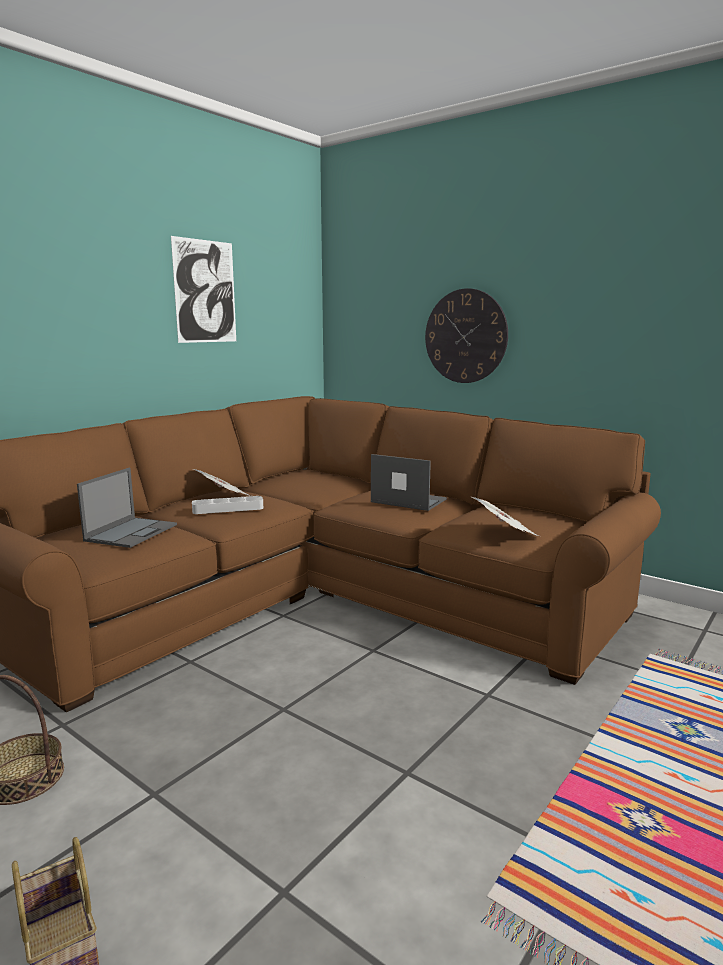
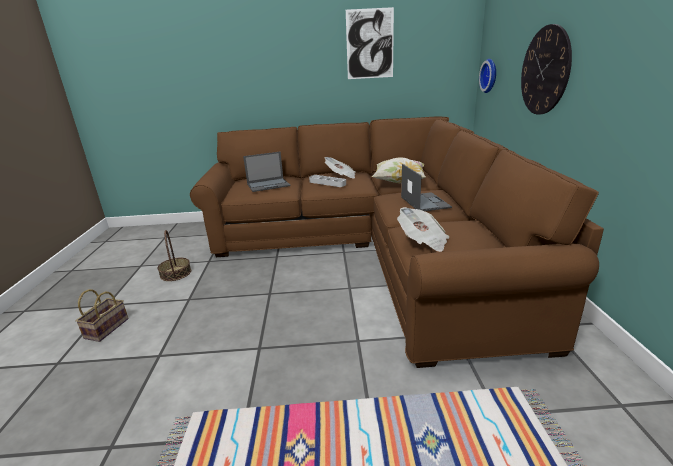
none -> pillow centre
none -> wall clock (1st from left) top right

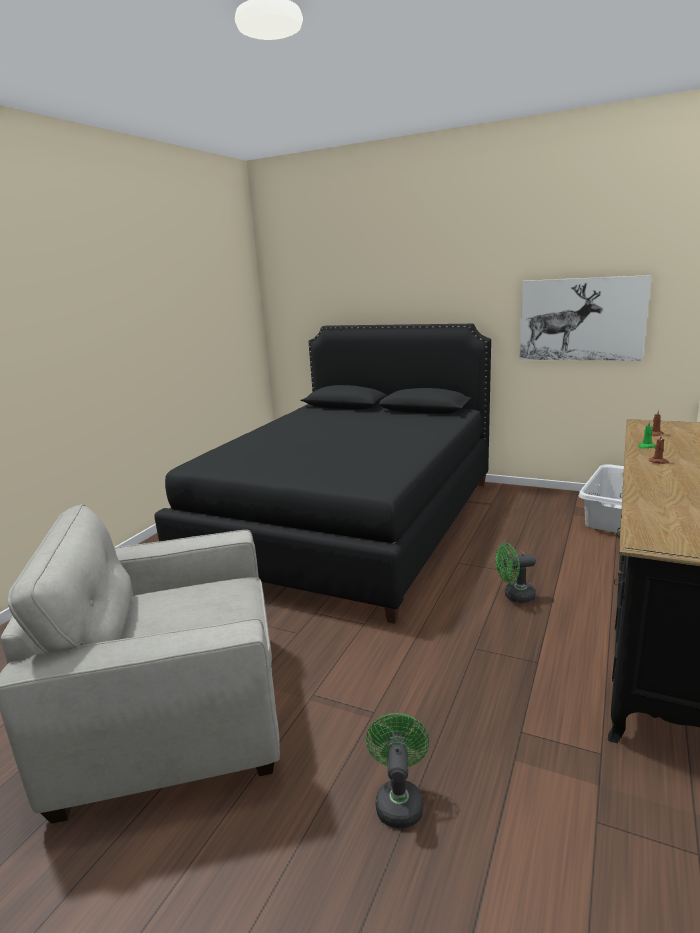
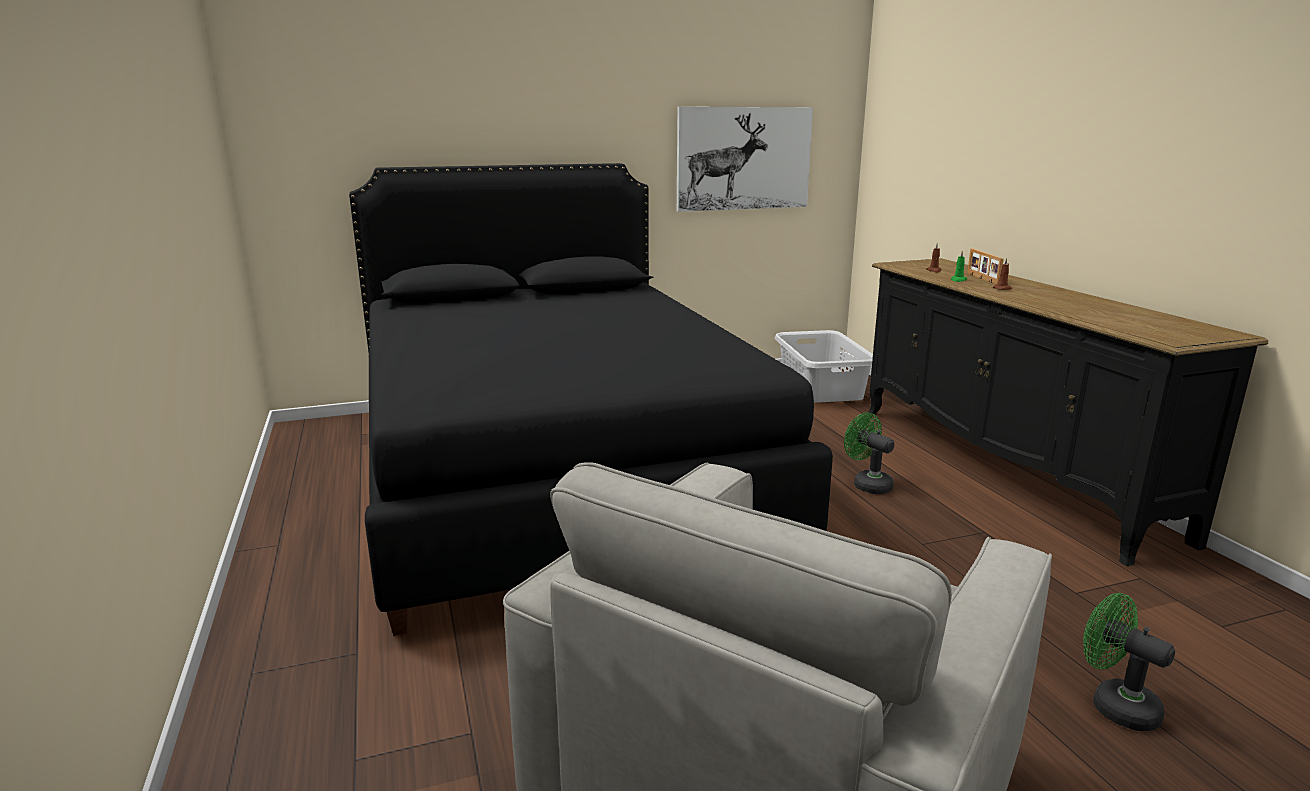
green fan (2nd from left in the first image) middle right -> green fan (1st from left) centre, 105 degrees clockwise
none -> picture frame middle right

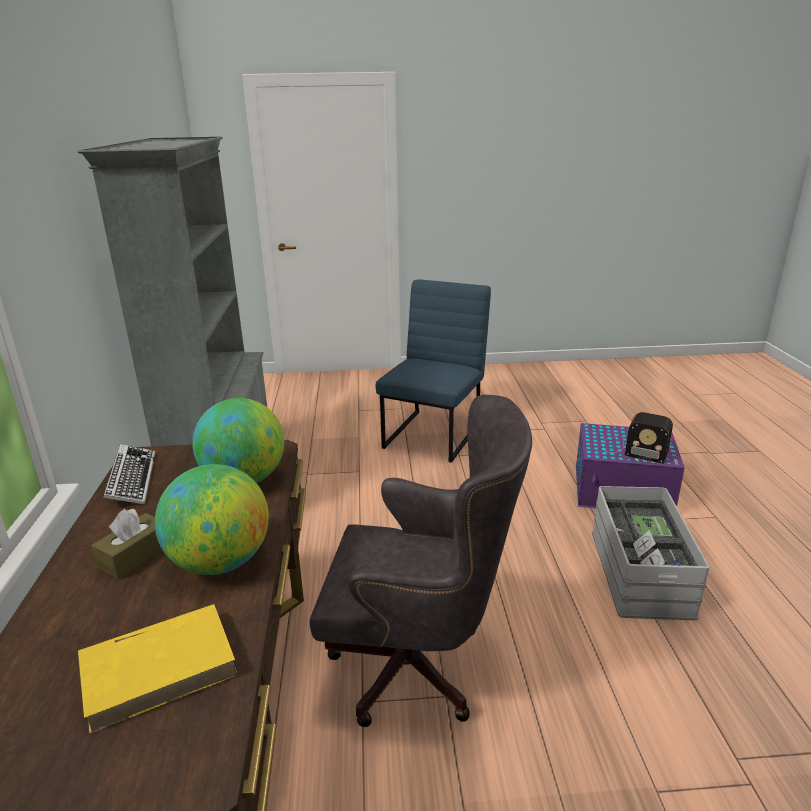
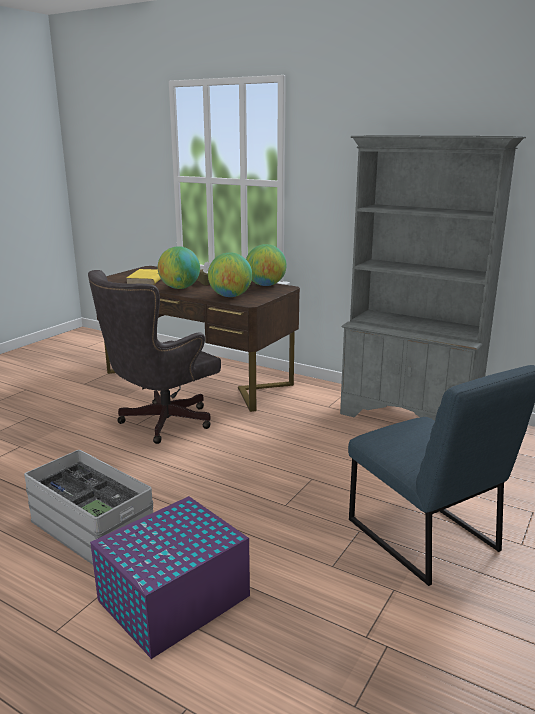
keyboard middle left -> globe (3rd from left) centre
radio middle right -> none

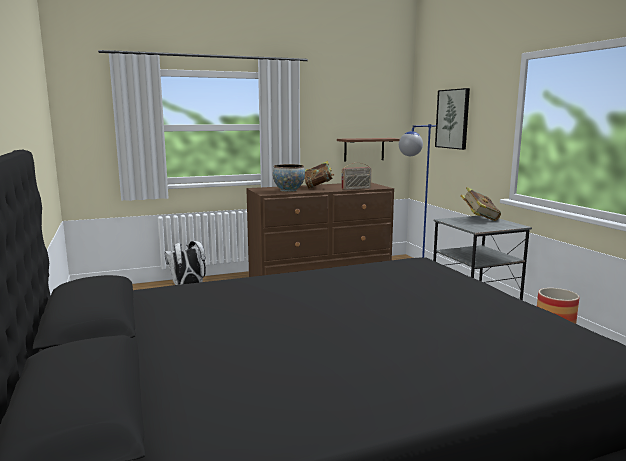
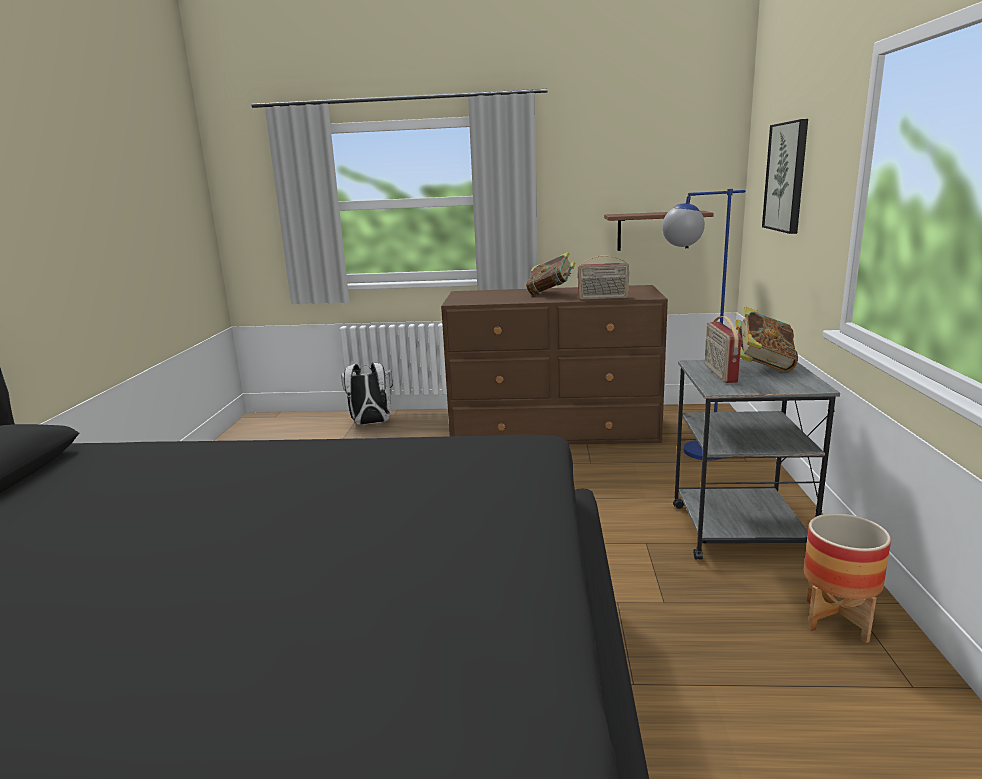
bowl centre -> none
none -> radio (2nd from left) middle right

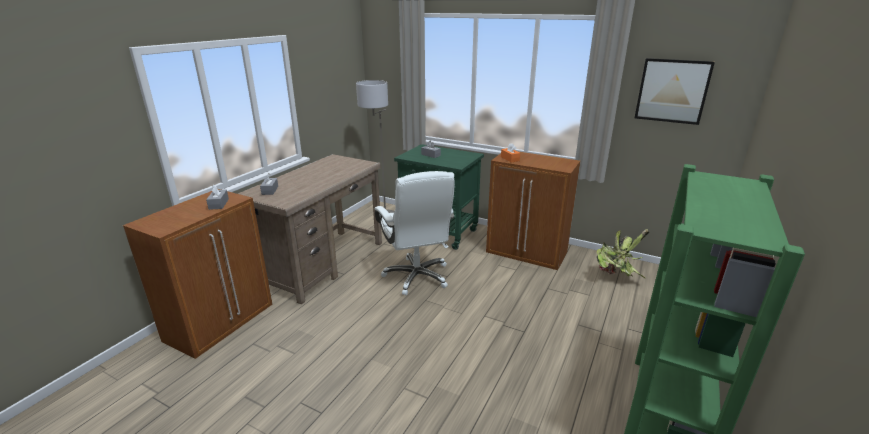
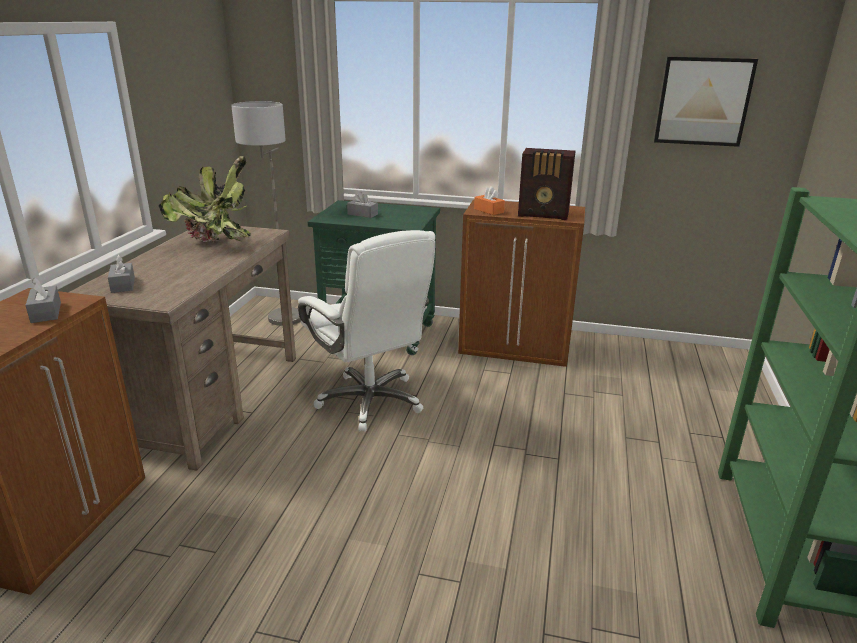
potted plant middle right -> potted plant top left, move
none -> radio top centre

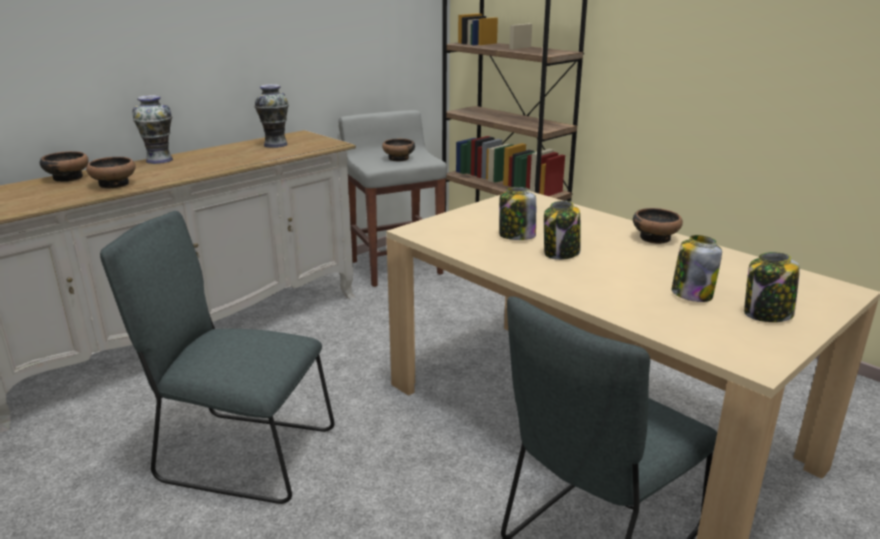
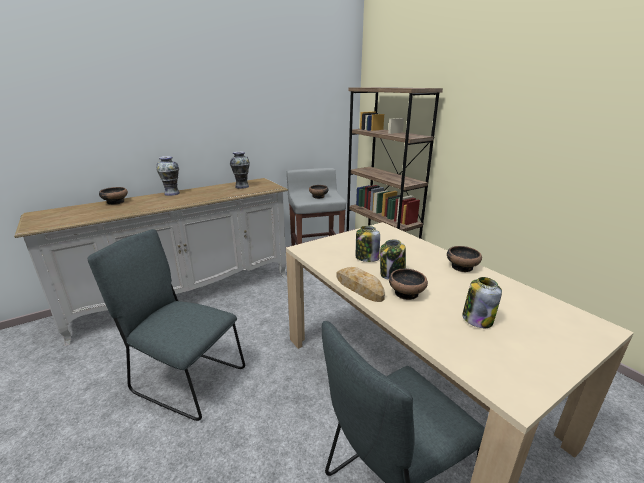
bowl (2nd from left in the first image) top left -> bowl (3rd from left) centre, move
jar (4th from left) middle right -> none
none -> bread centre

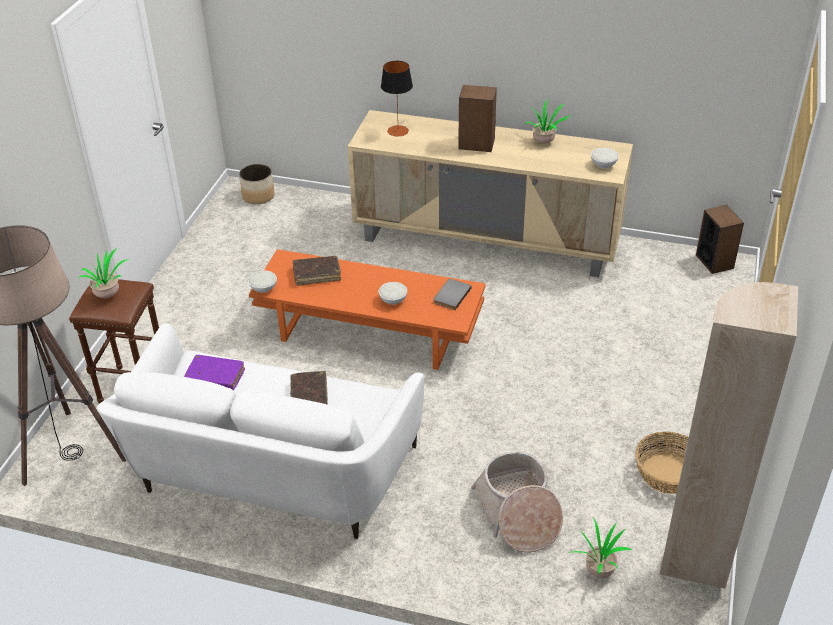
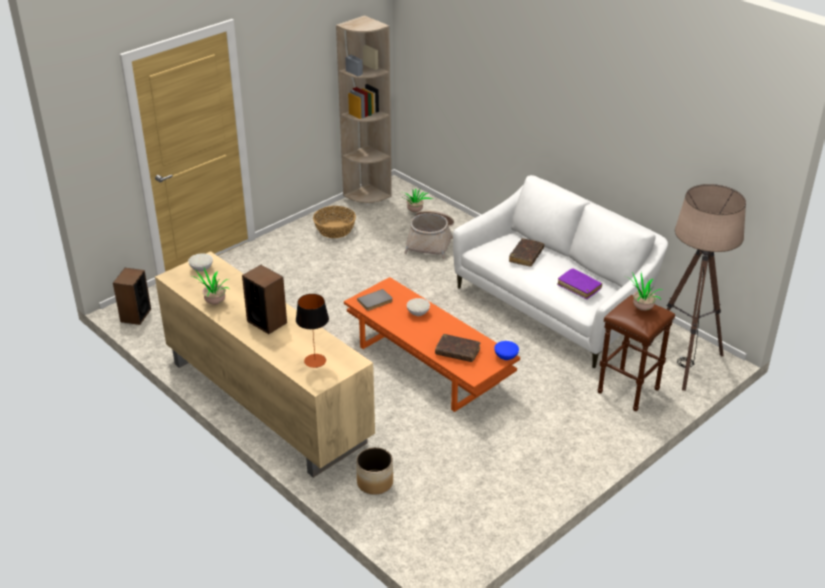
planter top left -> planter bottom centre, move
white bowl (1st from left) middle left -> blue bowl centre

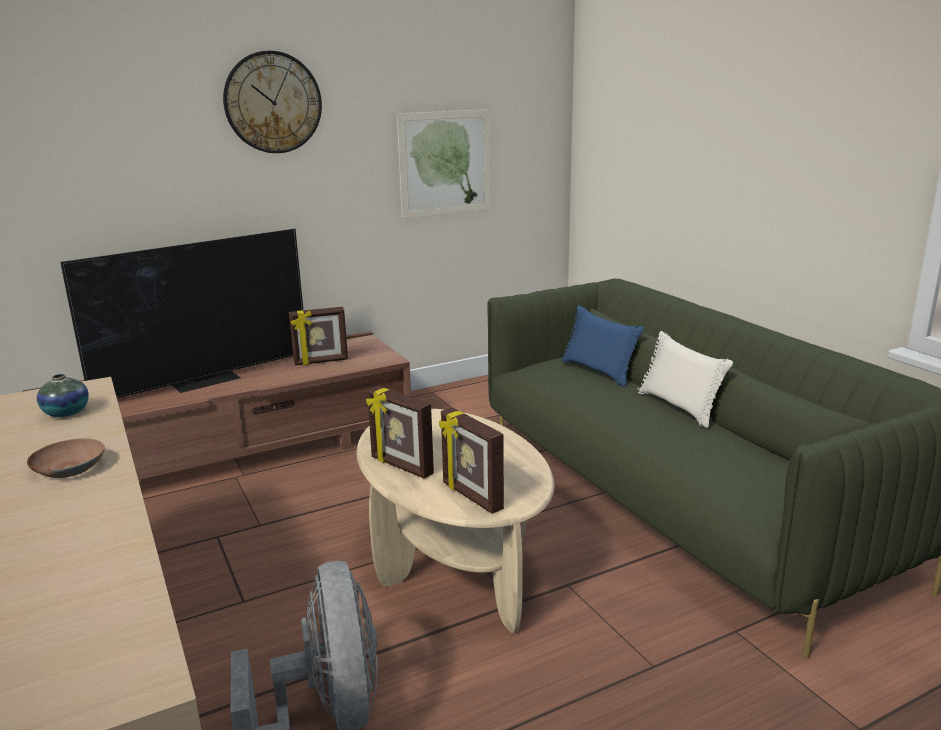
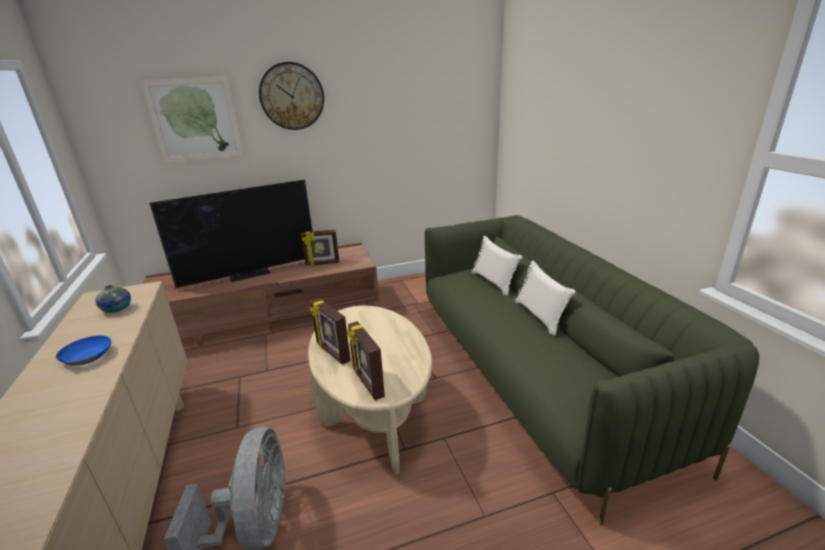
brown bowl middle left -> blue bowl middle left
picture top centre -> picture top left, move
blue pillow centre -> white pillow (1st from left) centre

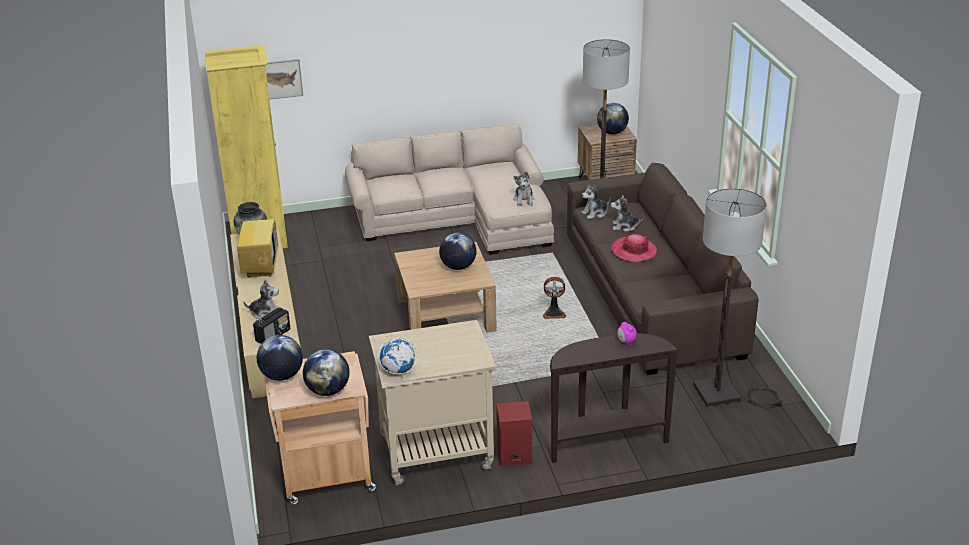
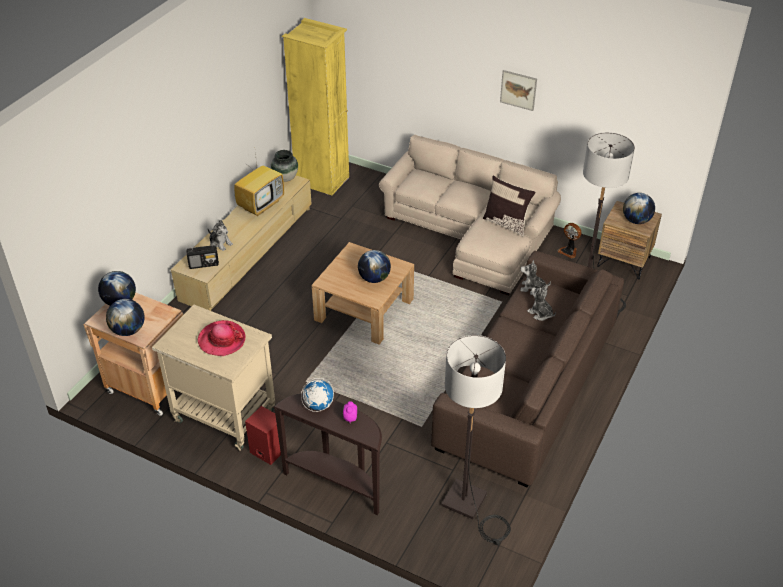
picture top left -> picture top centre, move
globe (3rd from left) centre -> globe (3rd from left) bottom centre, move
plush toy (2nd from left) centre -> none
fan centre -> fan middle right, move
hat centre -> hat middle left, move
none -> pillow centre

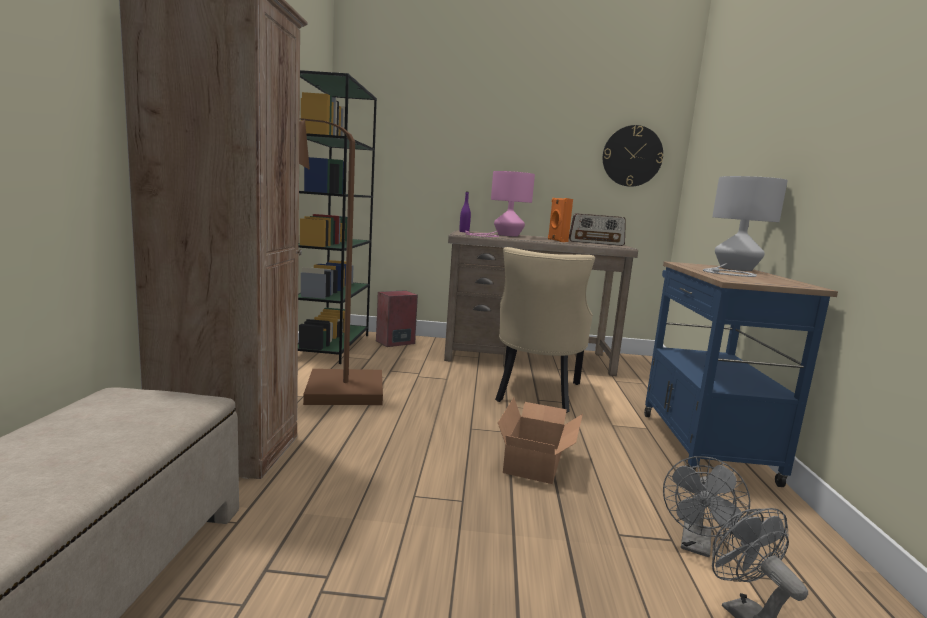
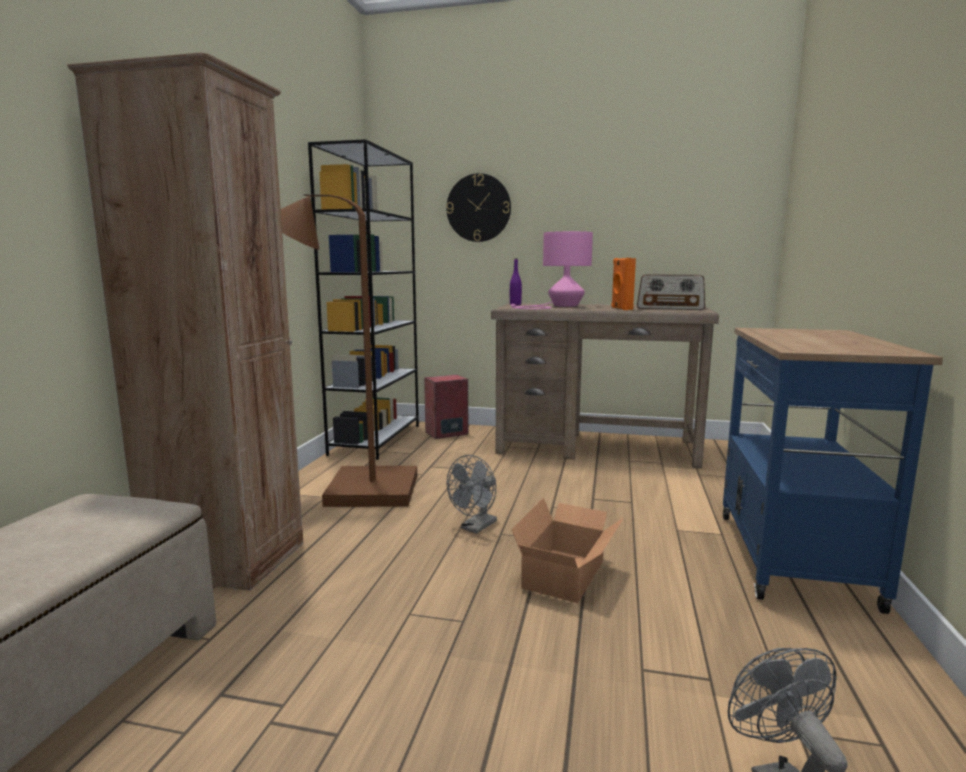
green bookcase centre -> white bookcase centre
beige chair centre -> none
wall clock top right -> wall clock top centre, move
grey fan (1st from left) bottom right -> grey fan (1st from left) centre, move
grey table lamp middle right -> none

